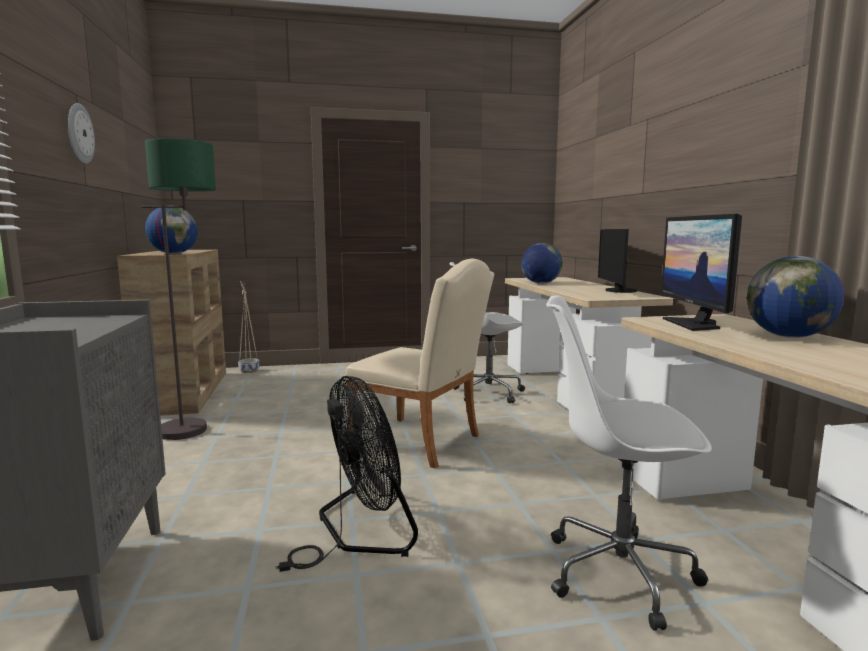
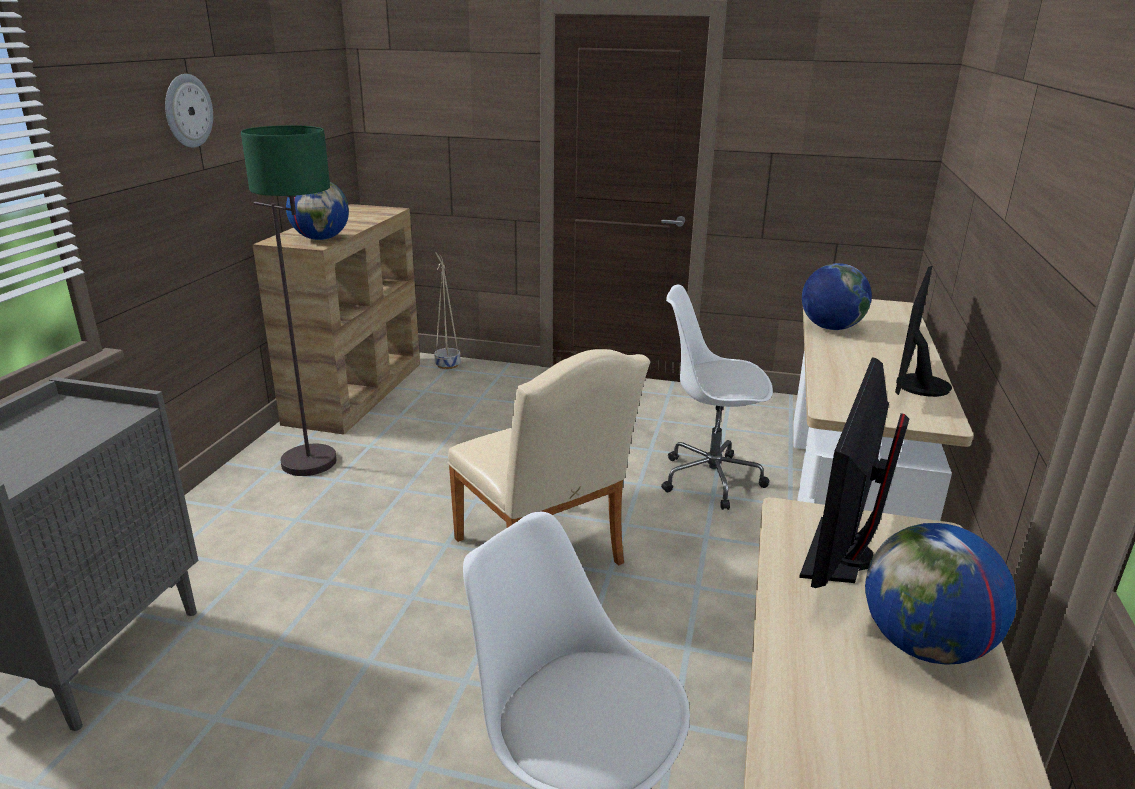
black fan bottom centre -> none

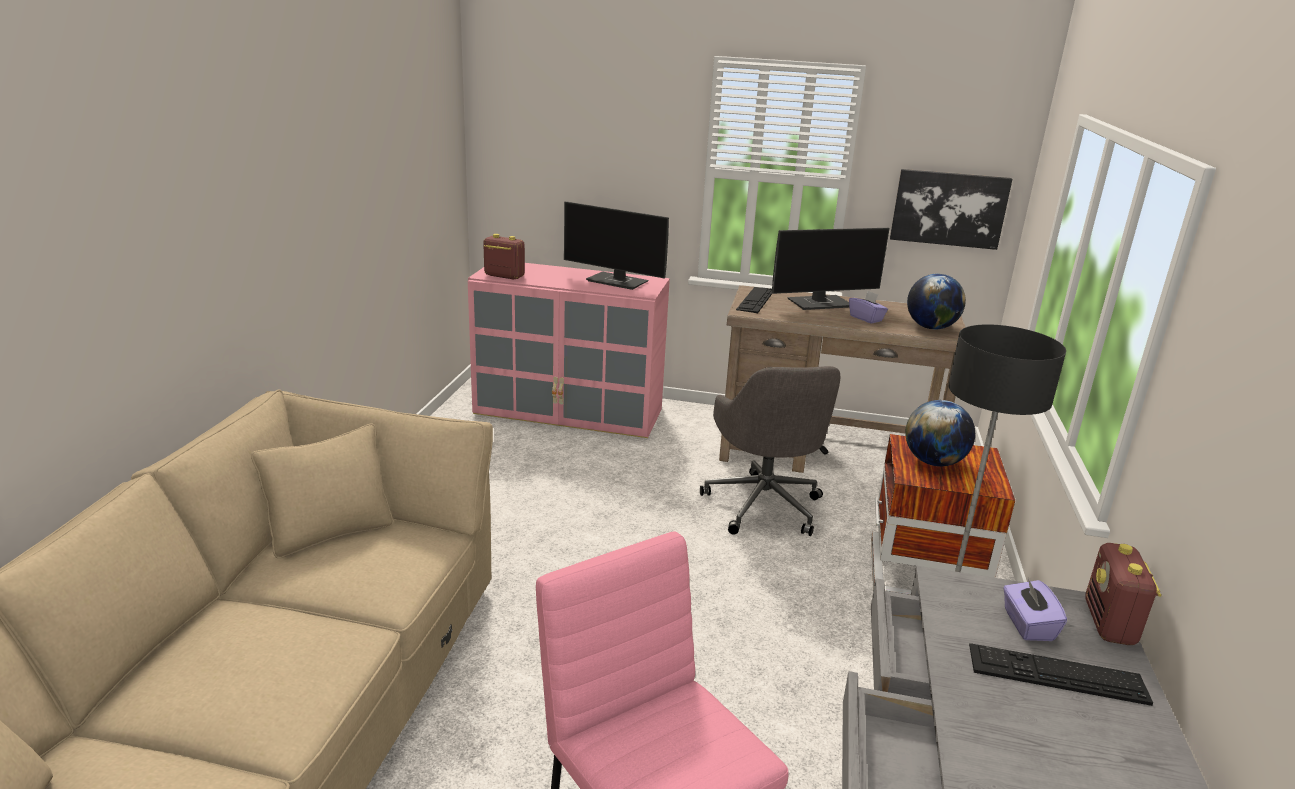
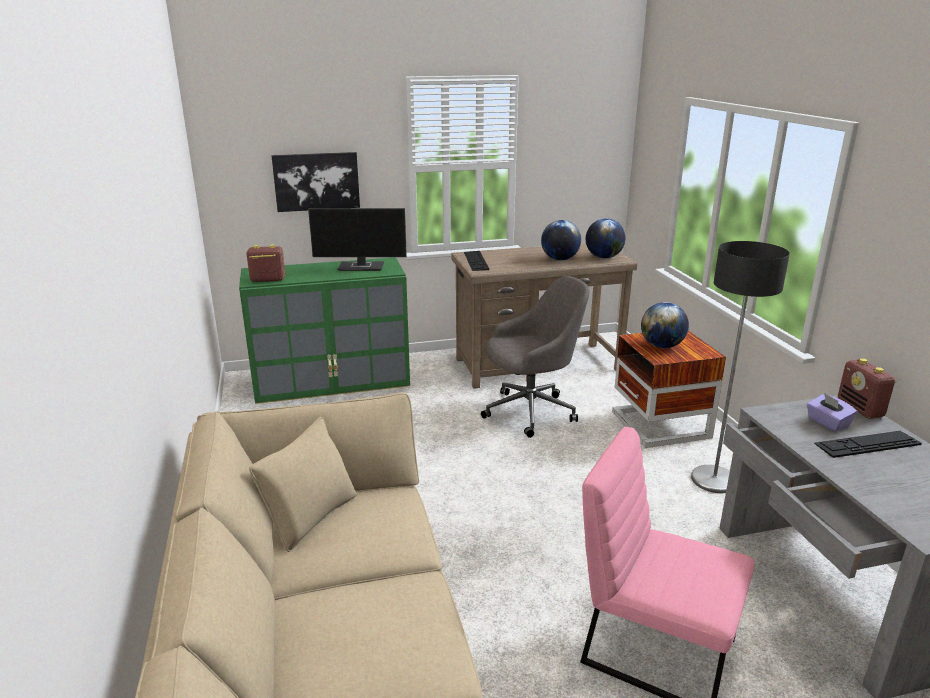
pink cabinet centre -> green cabinet centre
grey office chair centre, 75 degrees counterclockwise
monitor (2nd from left) centre -> none
purple tissue box (1st from left) middle right -> globe (1st from left) centre
picture top right -> picture top centre, move

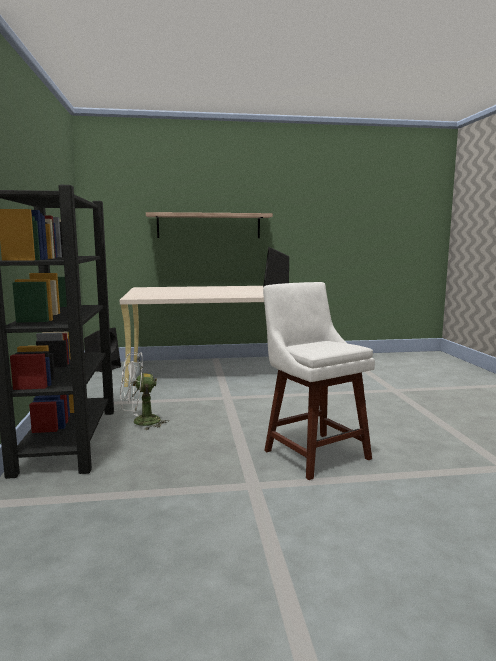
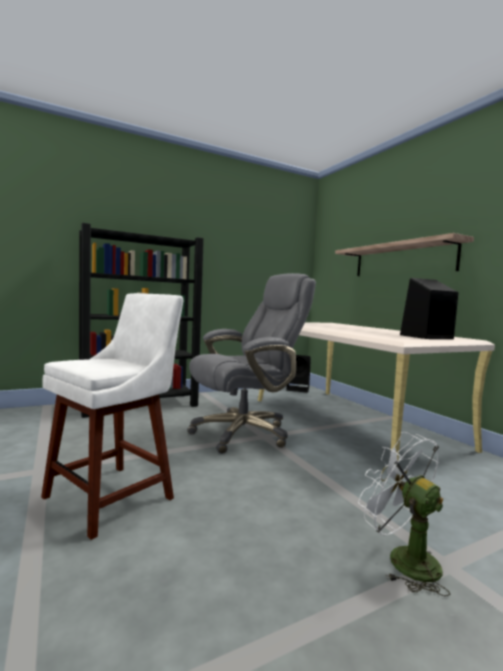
white fan middle left -> white fan bottom right, move
none -> grey office chair centre

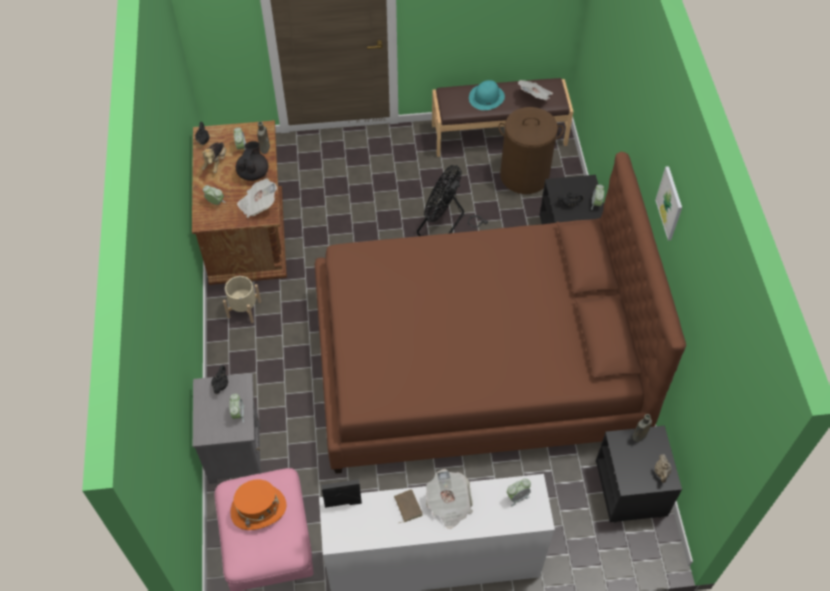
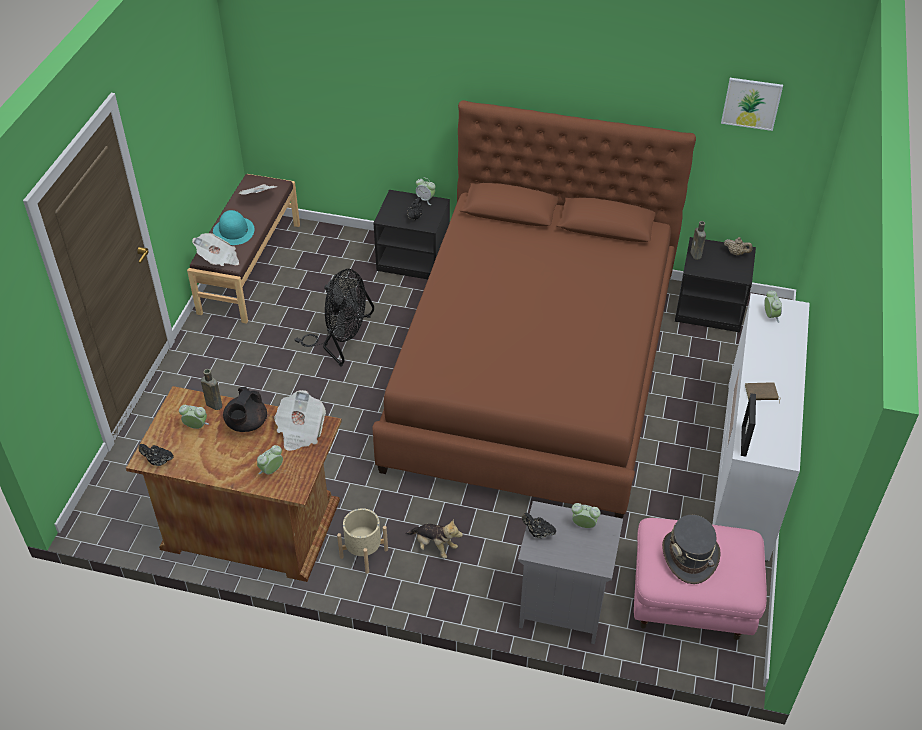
plush toy top left -> plush toy bottom centre, move
orange hat bottom left -> grey hat bottom right
black teapot (3rd from left in the first image) top left -> black teapot (2nd from left) middle left, 105 degrees counterclockwise
black fan centre, 120 degrees counterclockwise
newspaper (2nd from left in the first image) bottom centre -> newspaper (1st from left) middle left, move
brown laundry basket top centre -> none
picture middle right -> picture top right, move

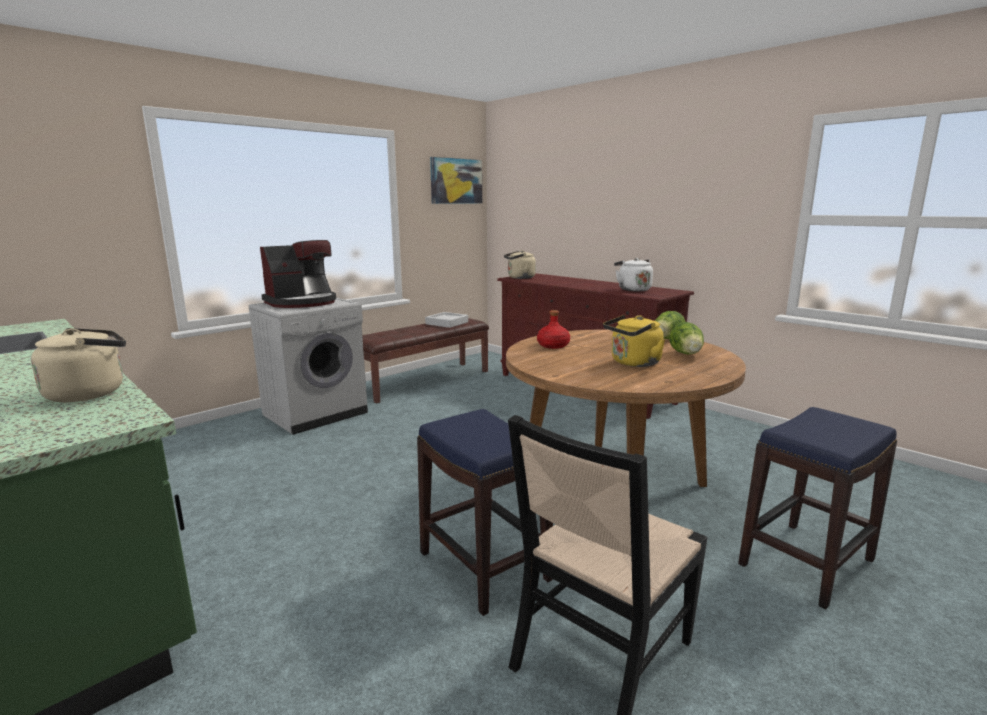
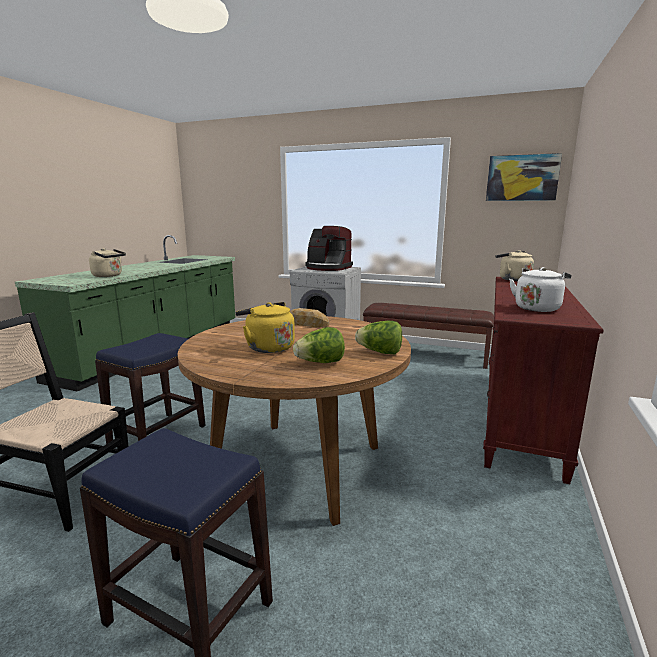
grey tray centre -> none
red bottle centre -> bread centre

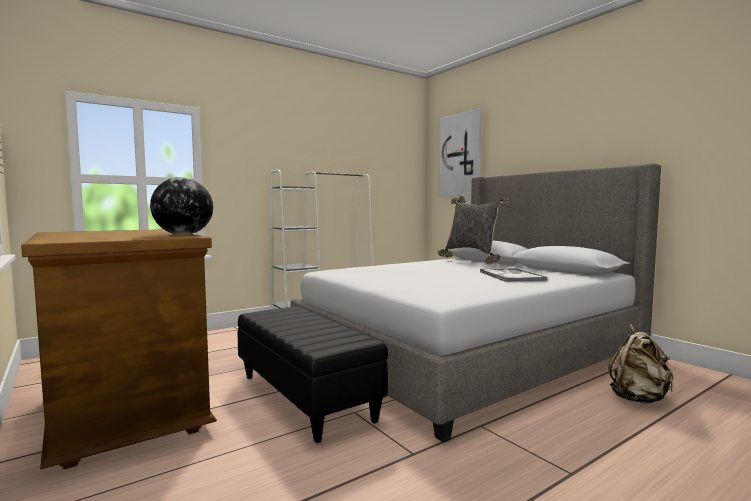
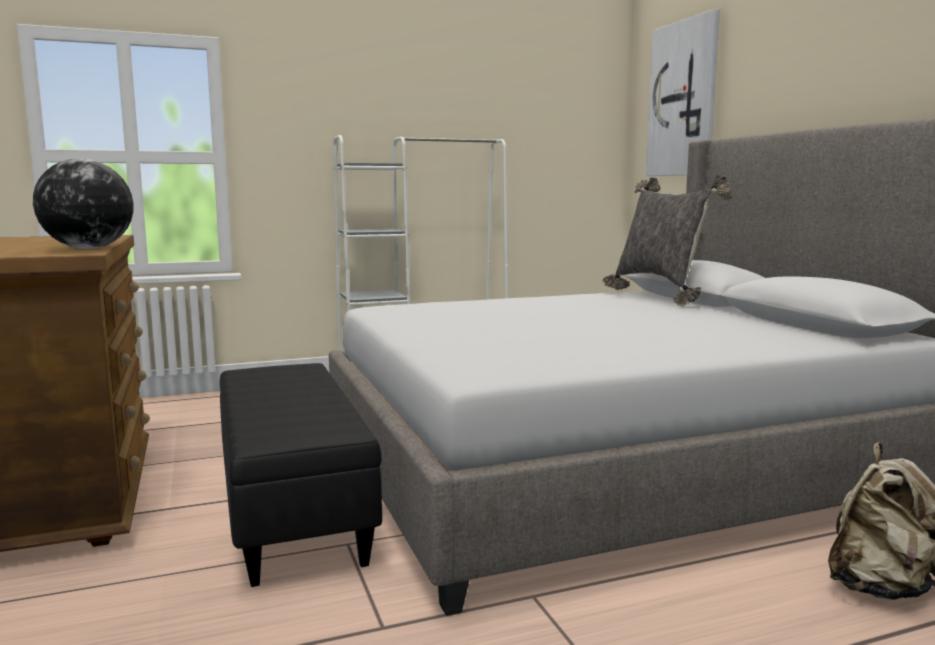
tray middle right -> none

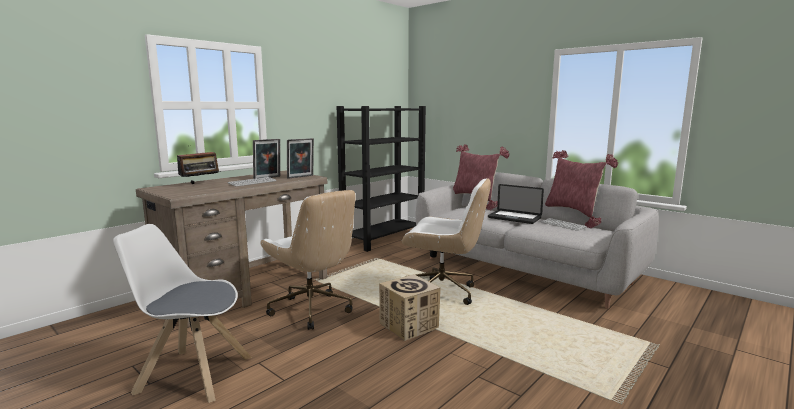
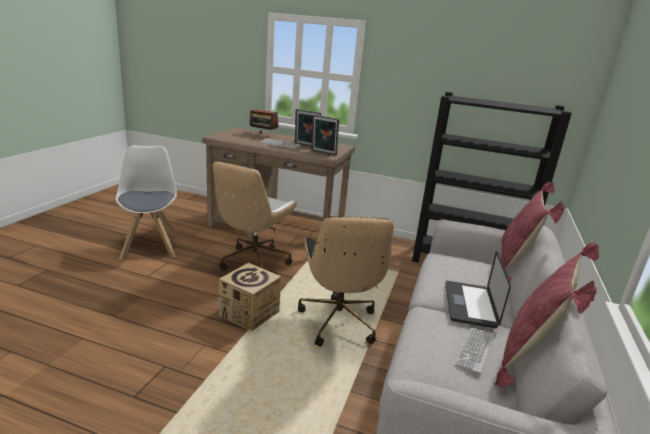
white office chair (2nd from left) centre -> black office chair centre

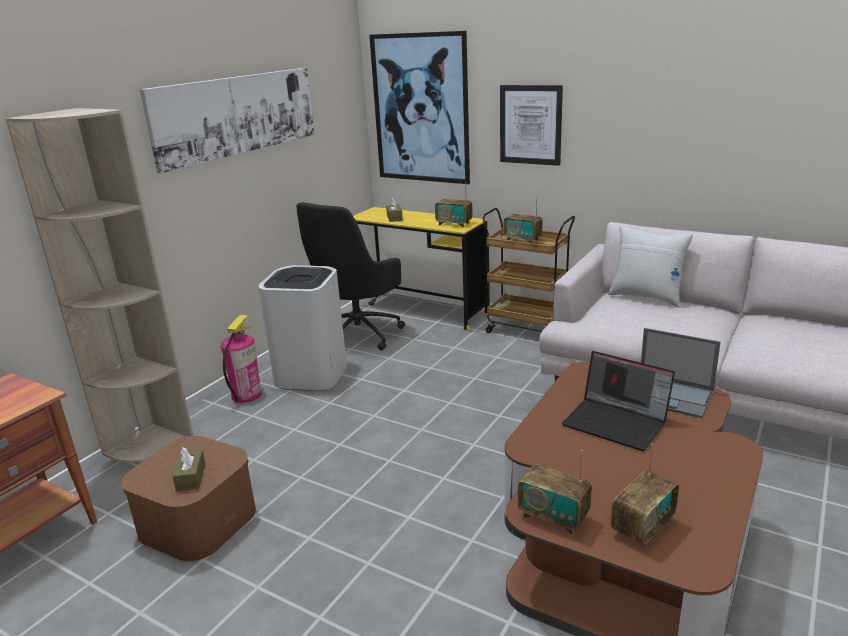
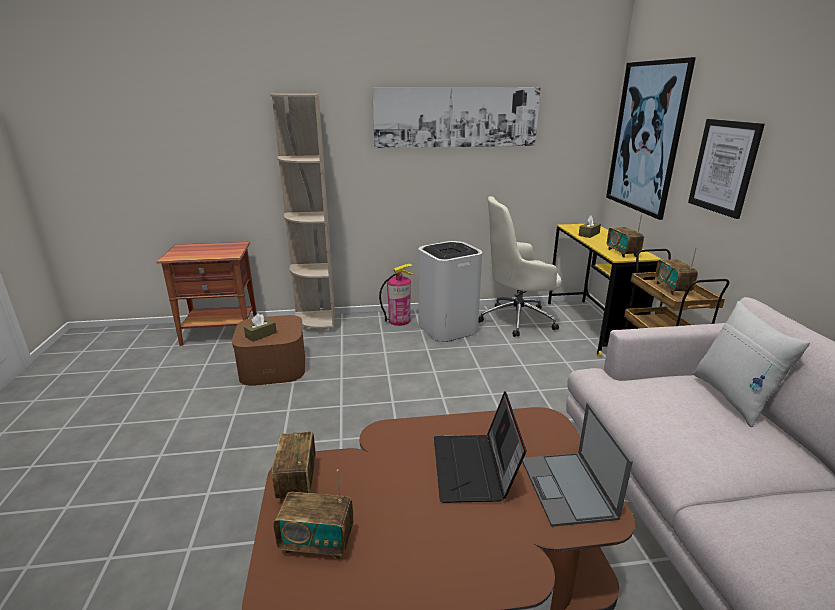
black office chair centre -> beige office chair centre

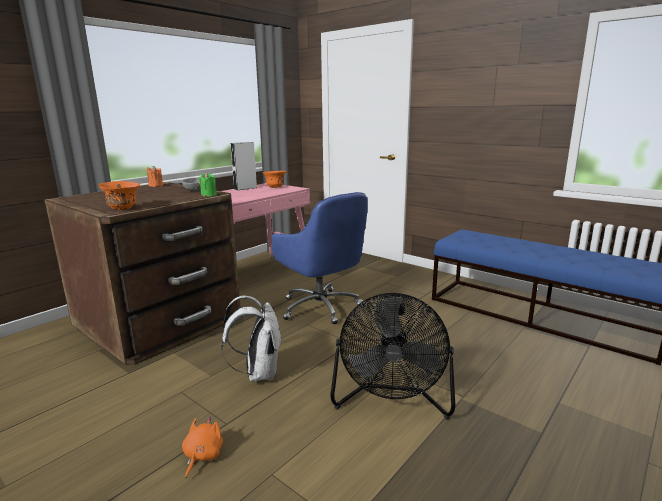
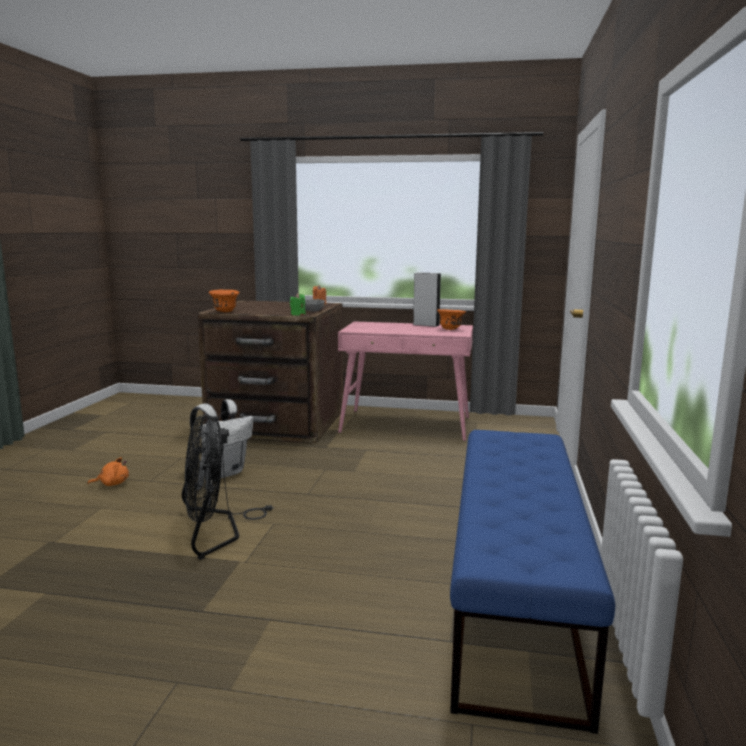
blue office chair centre -> none

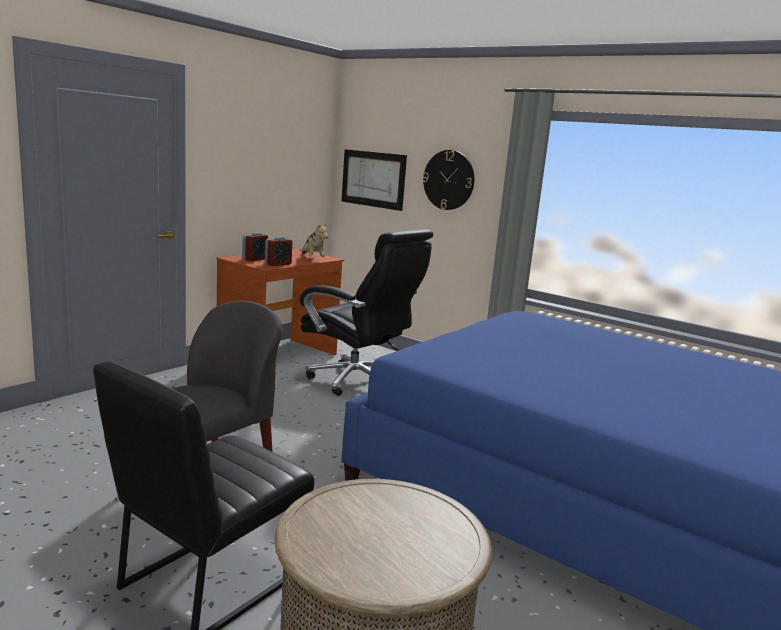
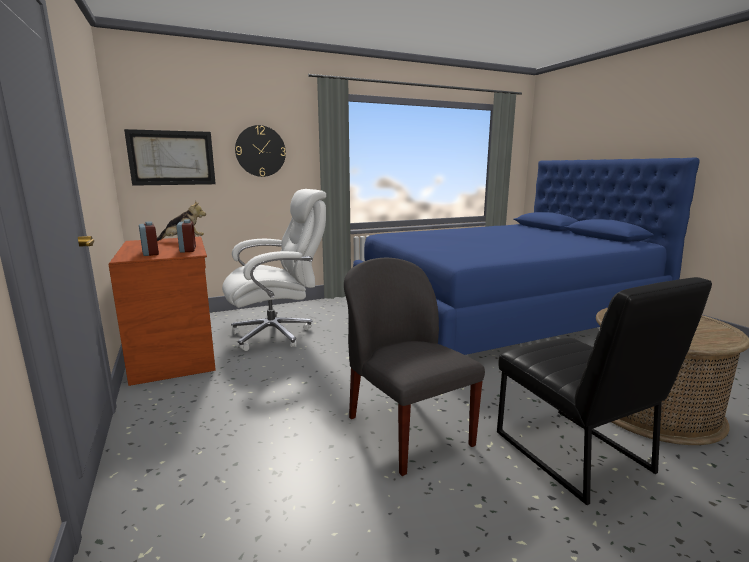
black office chair centre -> white office chair centre

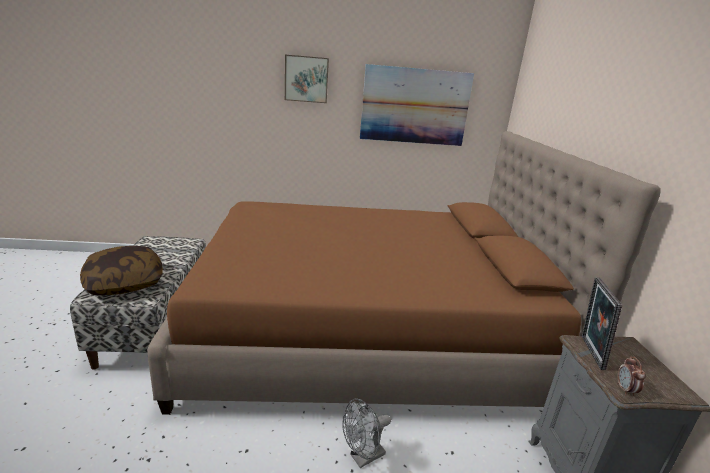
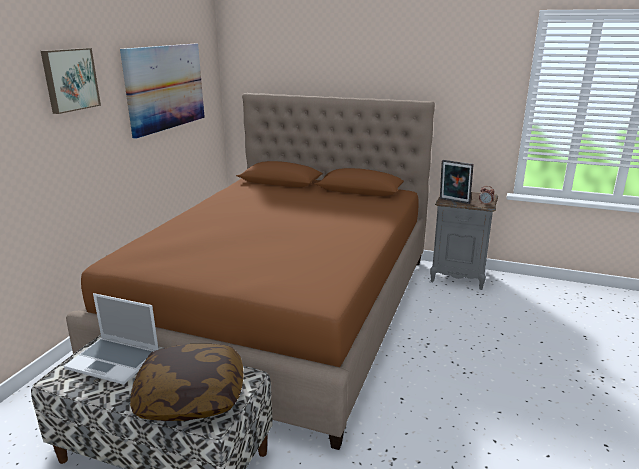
grey fan bottom centre -> none
none -> laptop bottom left

